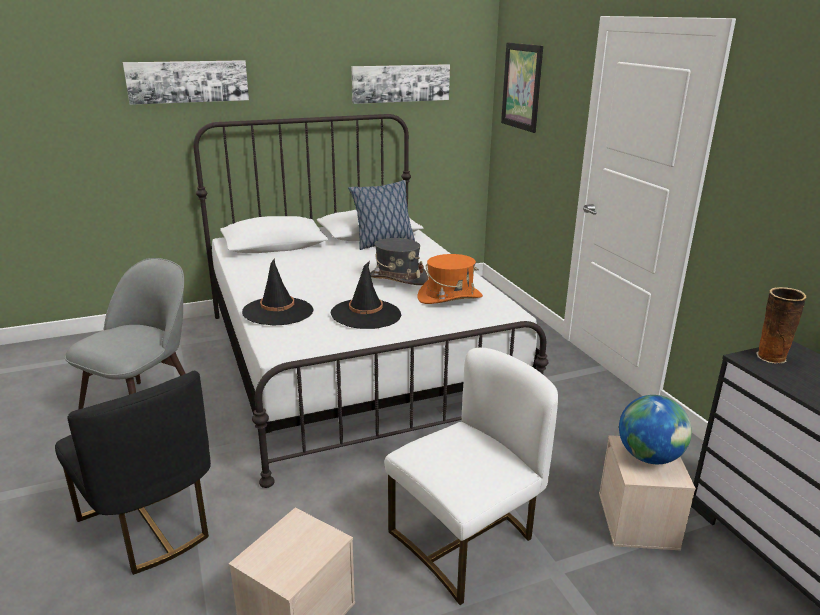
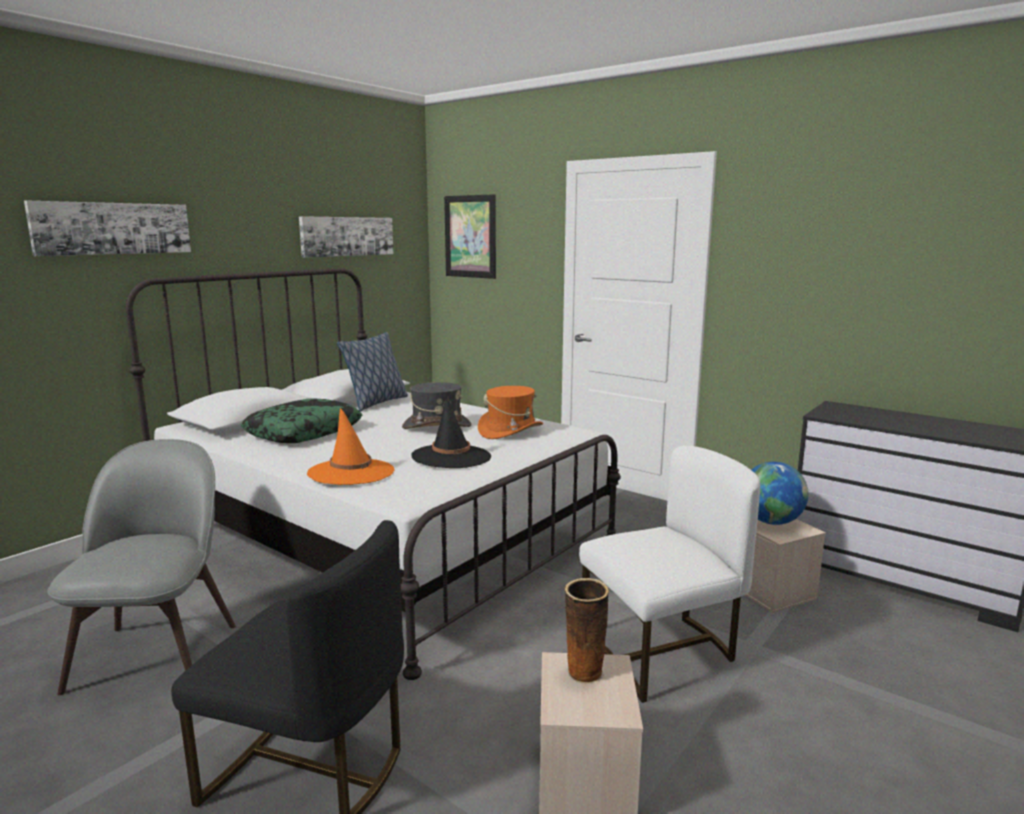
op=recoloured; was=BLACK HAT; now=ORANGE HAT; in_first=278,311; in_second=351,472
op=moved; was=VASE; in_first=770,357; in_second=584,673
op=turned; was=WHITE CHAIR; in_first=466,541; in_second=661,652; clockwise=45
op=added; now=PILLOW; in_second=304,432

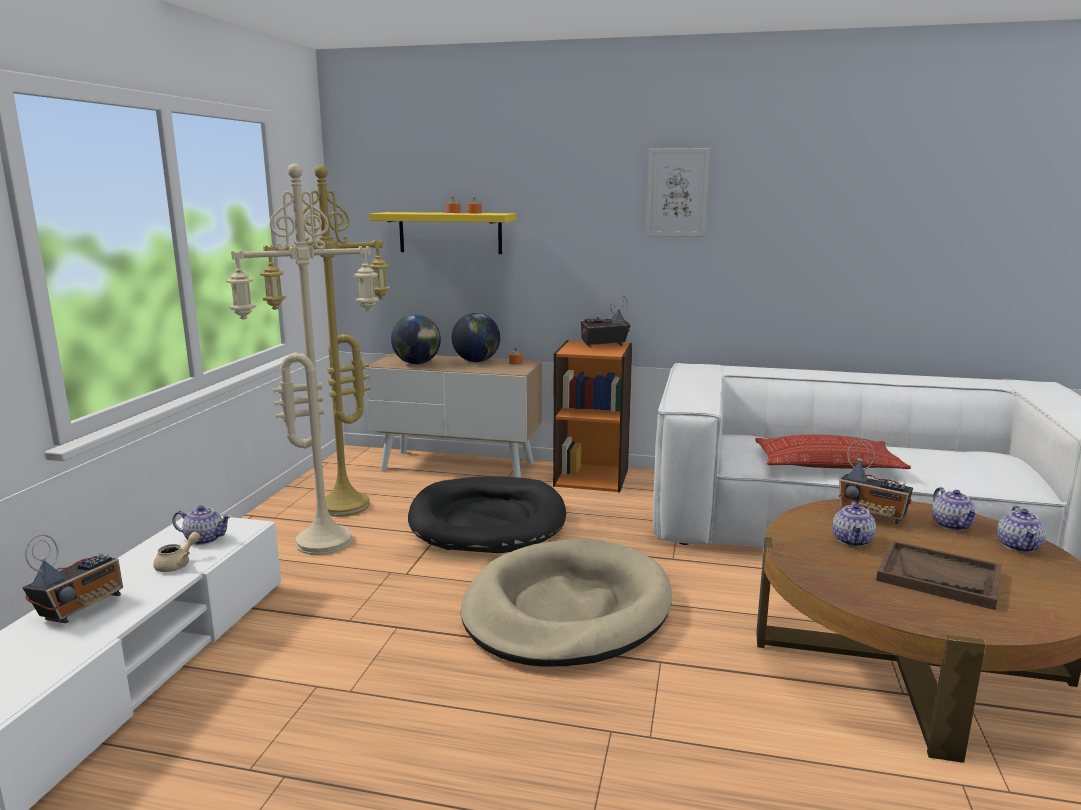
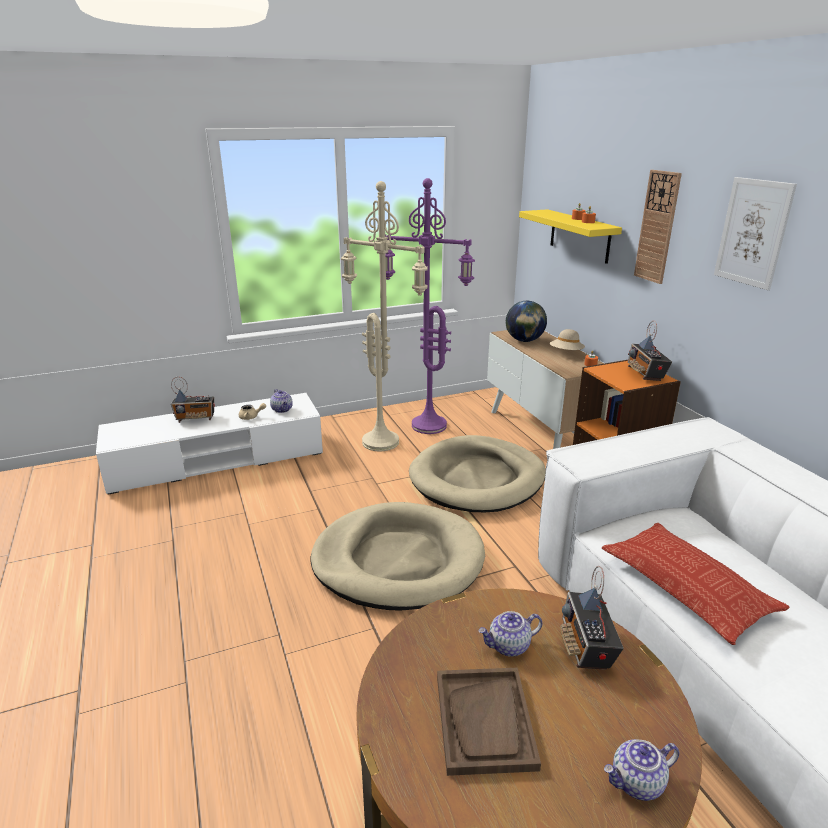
op=recoloured; was=YELLOW FLOOR LAMP; now=PURPLE FLOOR LAMP; in_first=343,507; in_second=427,426
op=turned; was=RADIO; in_first=603,345; in_second=645,374; clockwise=-135
op=replaced; was=GLOBE; now=BEIGE HAT; in_first=476,361; in_second=566,353
op=recoloured; was=BLACK DOG BED; now=BEIGE DOG BED; in_first=487,520; in_second=477,479
op=removed; was=TEAPOT; in_first=952,525
op=added; now=WALL CLOCK; in_second=657,227

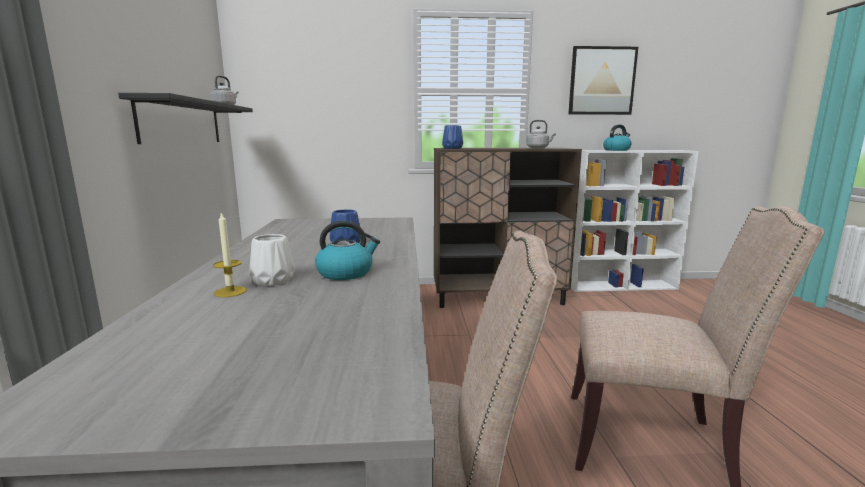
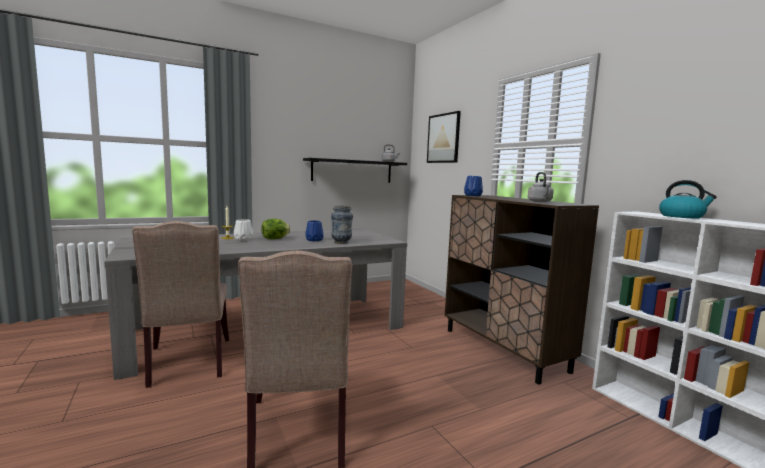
op=moved; was=PICTURE; in_first=602,81; in_second=443,138
op=removed; was=KETTLE; in_first=346,273
op=added; now=VASE; in_second=341,242
op=added; now=LETTUCE; in_second=275,239

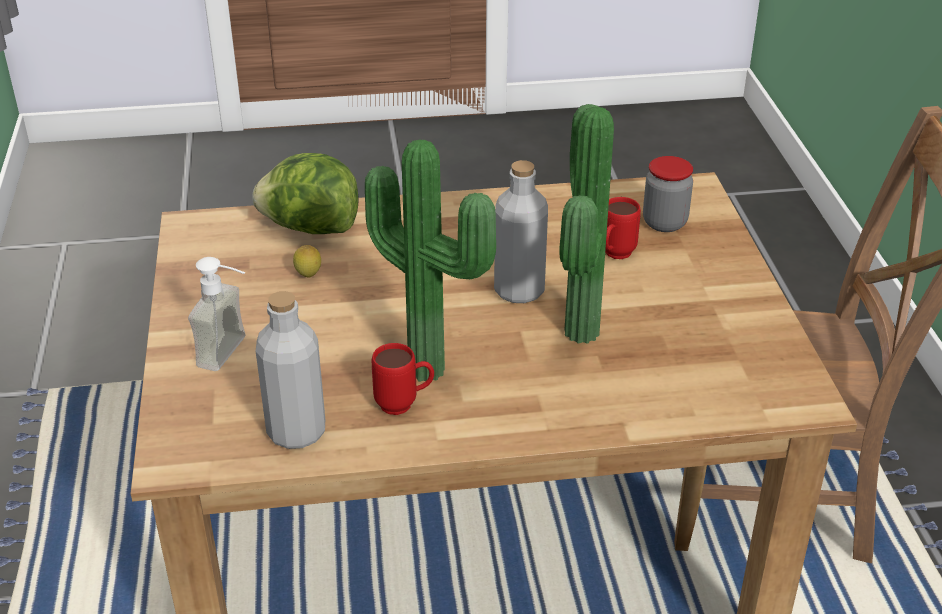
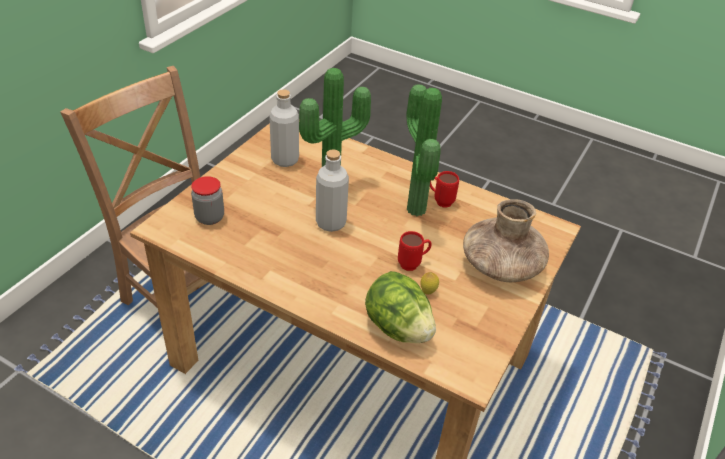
op=moved; was=RED MUG; in_first=614,256; in_second=413,264
op=replaced; was=SOAP DISPENSER; now=BROWN VASE; in_first=233,354; in_second=501,265
op=moved; was=GREY BOTTLE; in_first=296,432; in_second=285,160

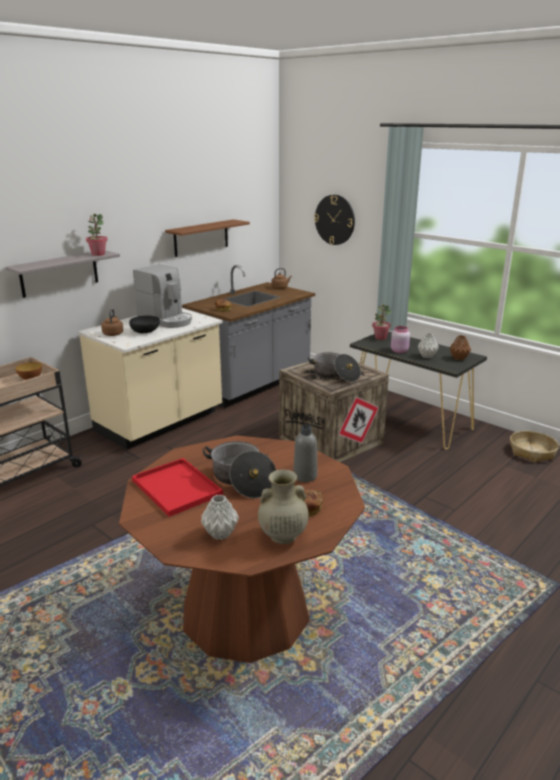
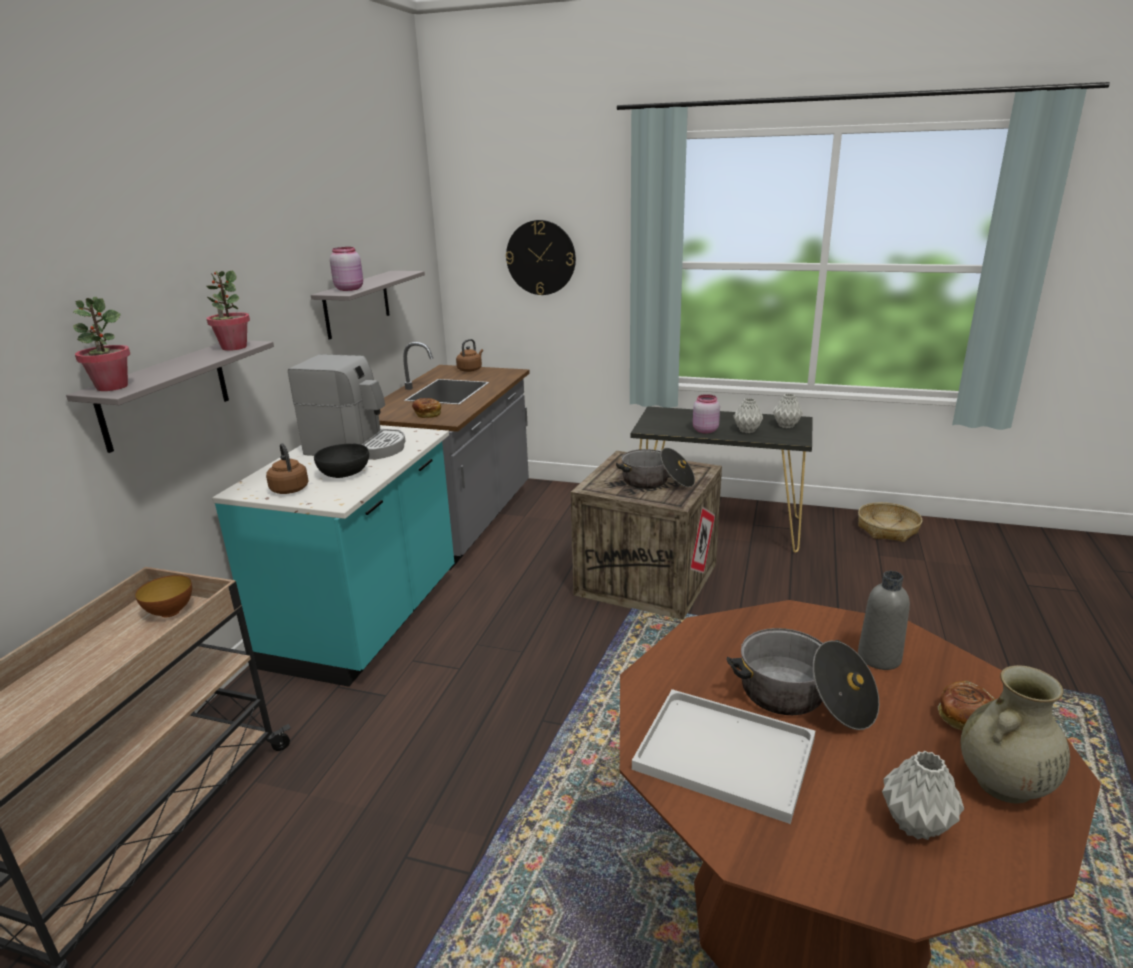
op=recoloured; was=BROWN SHELF; now=GREY SHELF; in_first=201,238; in_second=357,304
op=moved; was=POTTED PLANT; in_first=380,338; in_second=112,387
op=recoloured; was=BEIGE COUNTER; now=TURQUOISE COUNTER; in_first=160,422; in_second=367,621
op=recoloured; was=BROWN VASE; now=GREY VASE; in_first=458,358; in_second=785,426
op=recoloured; was=RED TRAY; now=WHITE TRAY; in_first=175,487; in_second=720,754
op=added; now=PINK JAR; in_second=349,289

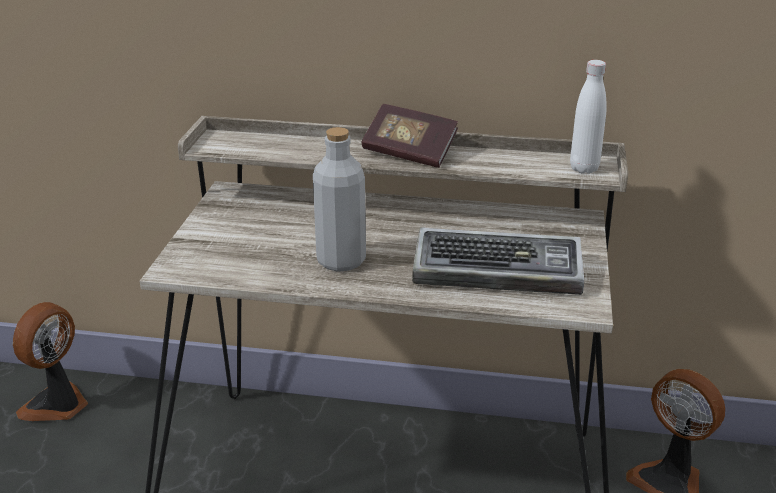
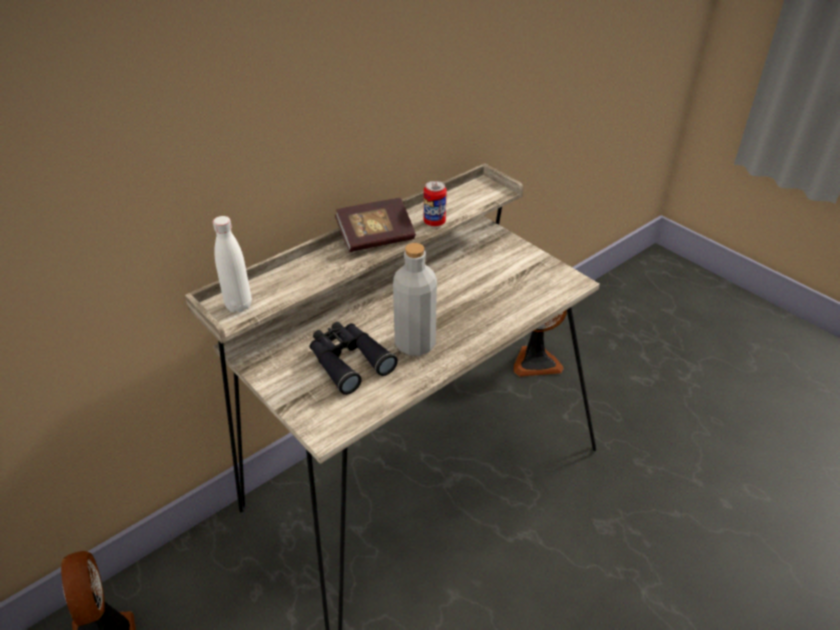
op=moved; was=WHITE BOTTLE; in_first=584,168; in_second=238,305
op=removed; was=KEYBOARD; in_first=499,271
op=added; now=CAN; in_second=434,222
op=added; now=BLACK BINOCULARS; in_second=348,361

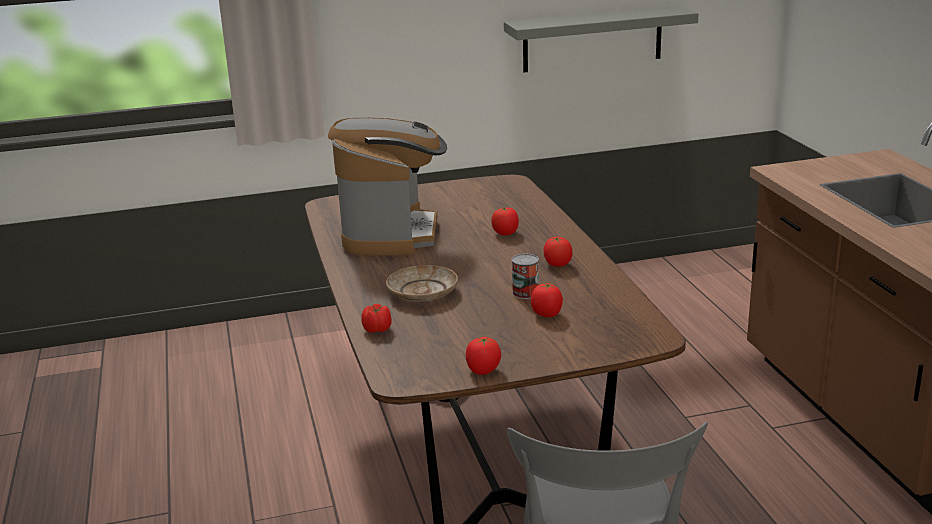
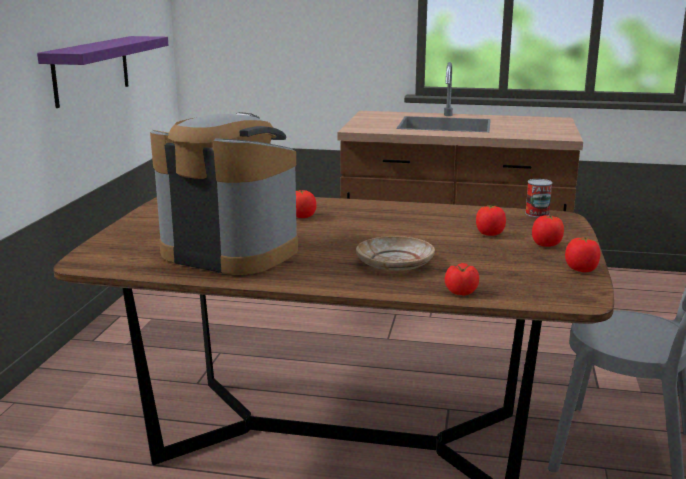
op=recoloured; was=GREY SHELF; now=PURPLE SHELF; in_first=592,39; in_second=91,70
op=moved; was=TOMATO; in_first=557,264; in_second=546,245
op=moved; was=CAN; in_first=525,293; in_second=537,213

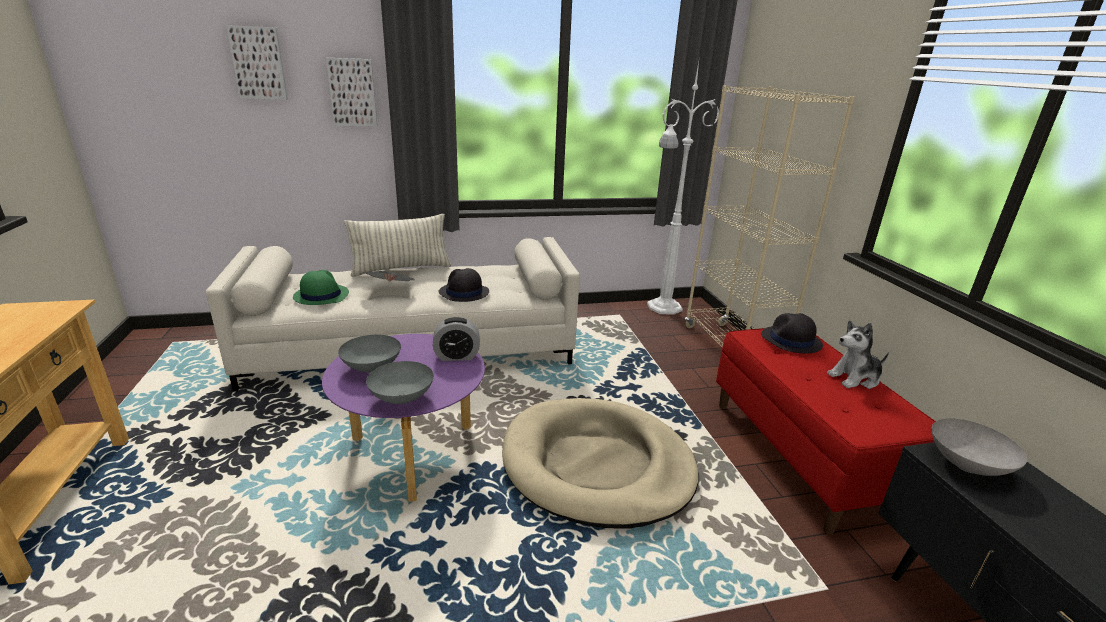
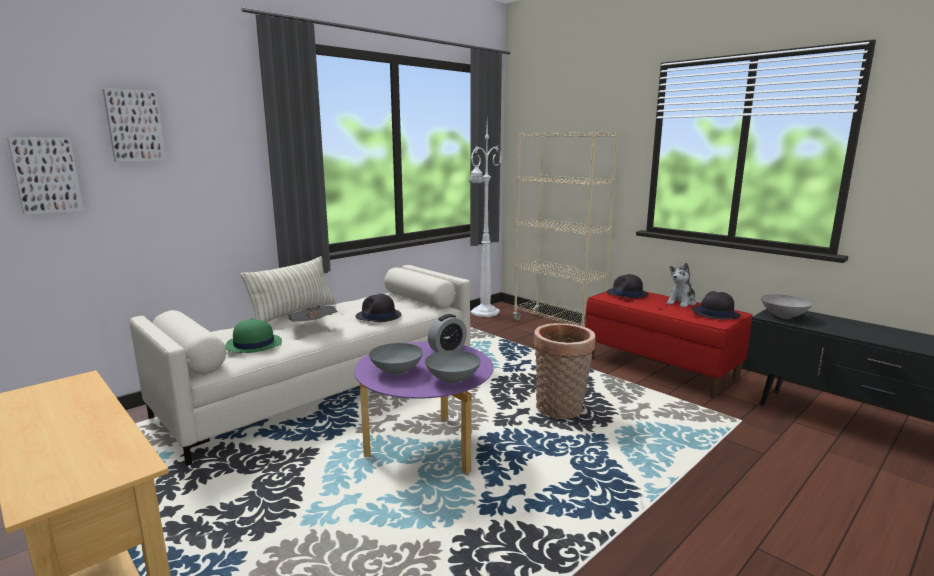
op=moved; was=PICTURE; in_first=352,92; in_second=46,175
op=replaced; was=BEIGE DOG BED; now=BASKET; in_first=597,465; in_second=560,410
op=added; now=BLACK HAT; in_second=715,313

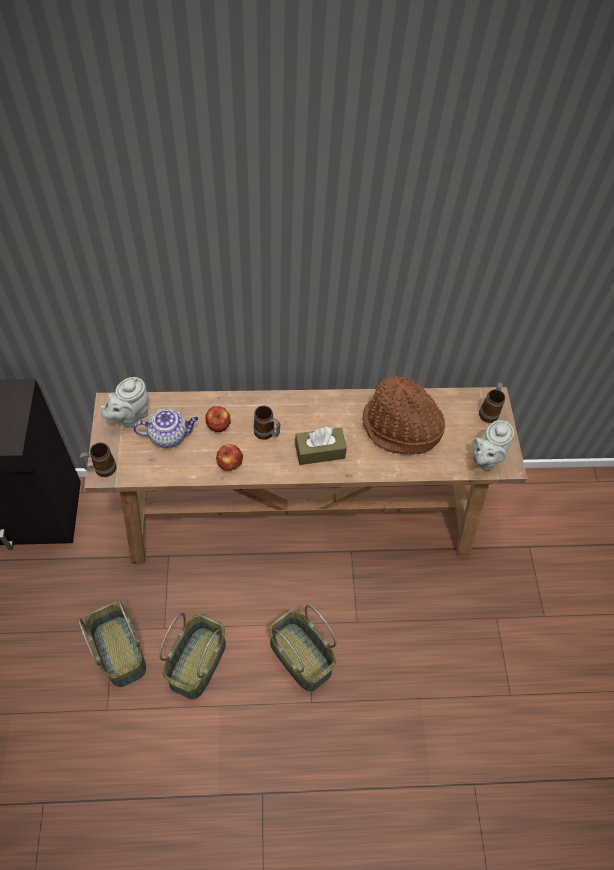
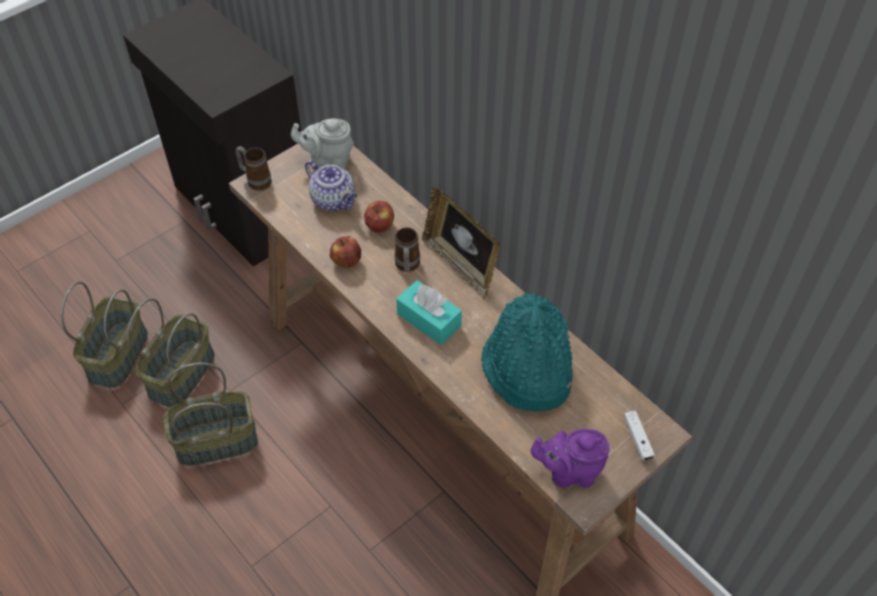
op=recoloured; was=BROWN HAT; now=TURQUOISE HAT; in_first=400,428; in_second=526,369
op=replaced; was=MUG; now=WHITE GAME CONTROLLER; in_first=489,411; in_second=637,439
op=recoloured; was=GREY TEAPOT; now=PURPLE TEAPOT; in_first=485,458; in_second=569,472
op=recoloured; was=BROWN TISSUE BOX; now=TURQUOISE TISSUE BOX; in_first=320,451; in_second=429,320
op=moved; was=BASKET; in_first=299,657; in_second=117,354
op=added; now=PICTURE FRAME; in_second=460,265

